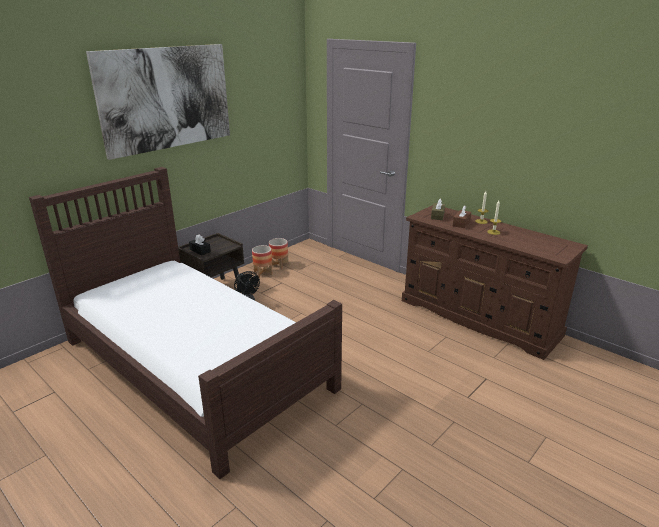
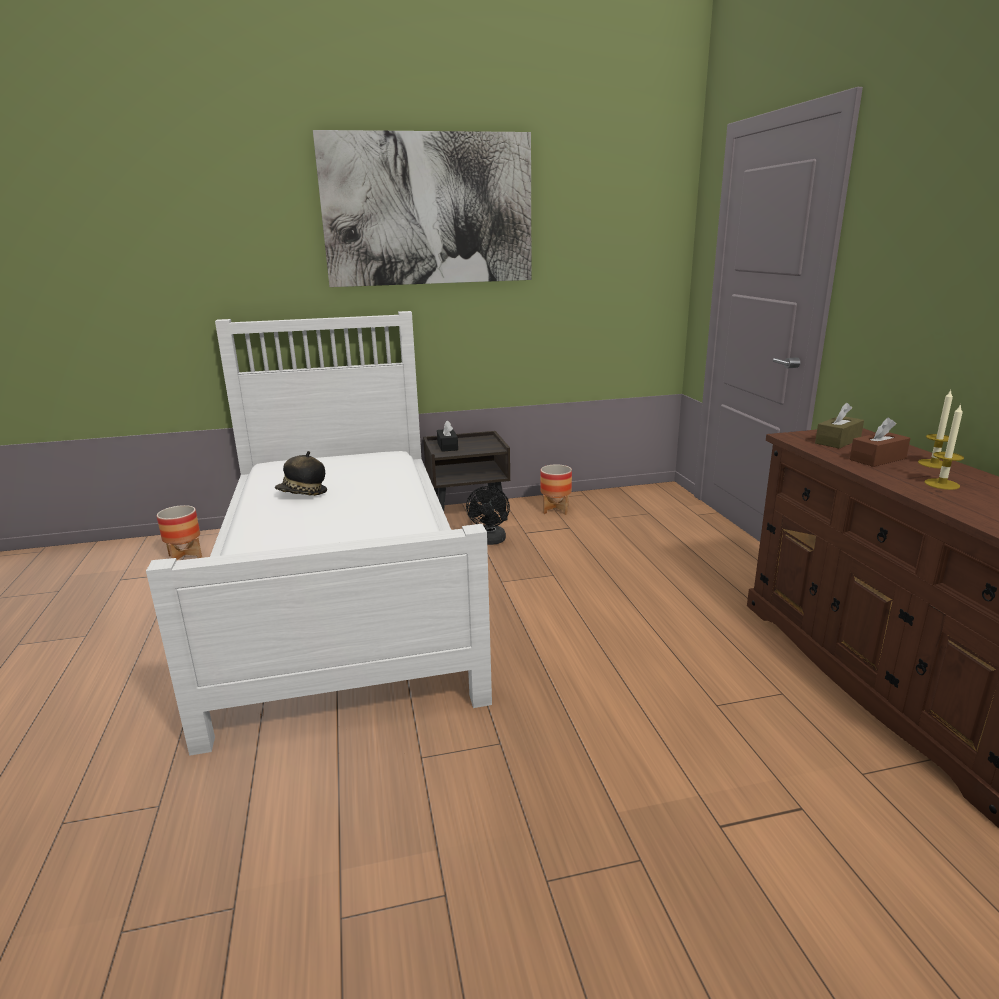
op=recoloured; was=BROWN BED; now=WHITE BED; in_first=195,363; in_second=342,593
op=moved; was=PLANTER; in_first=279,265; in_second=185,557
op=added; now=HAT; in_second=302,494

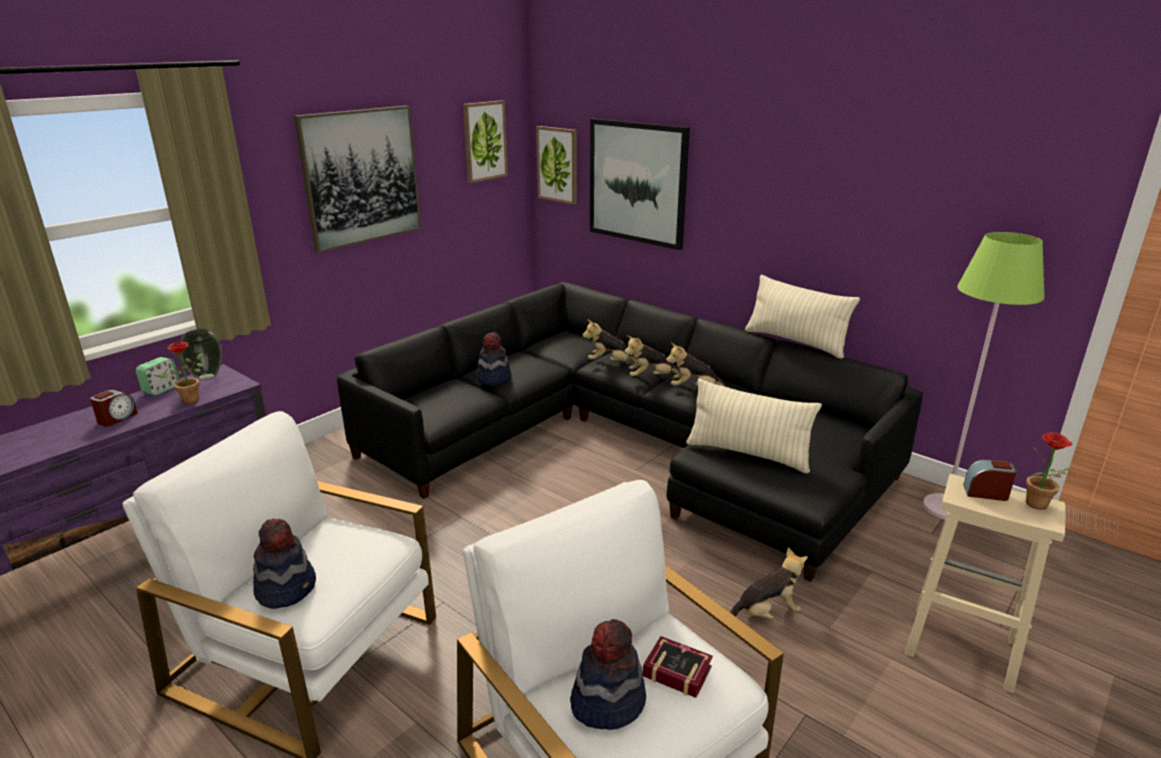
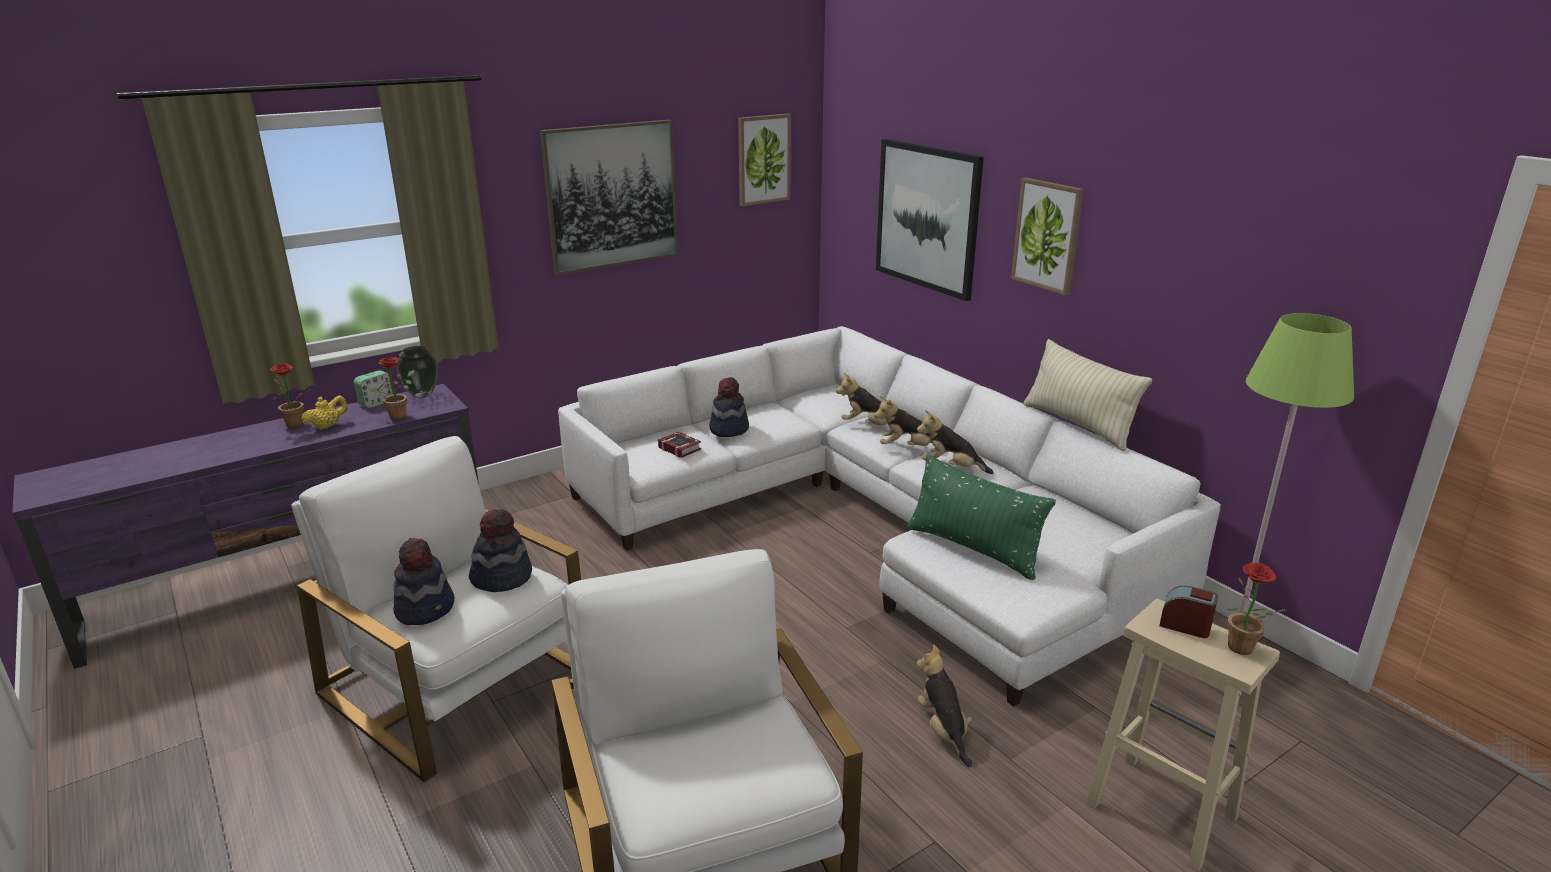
op=moved; was=PICTURE; in_first=557,164; in_second=1047,235
op=recoloured; was=BLACK SOFA; now=WHITE SOFA; in_first=627,442; in_second=873,521
op=recoloured; was=BEIGE PILLOW; now=GREEN PILLOW; in_first=748,454; in_second=973,549
op=replaced; was=ALARM CLOCK; now=YELLOW TEAPOT; in_first=117,418; in_second=327,426
op=turned; was=PLUSH TOY; in_first=766,613; in_second=943,730; clockwise=-105
op=moved; was=HAT; in_first=607,701; in_second=502,577
op=moved; was=BOOK; in_first=675,669; in_second=679,447
op=added; now=POTTED PLANT; in_second=295,425

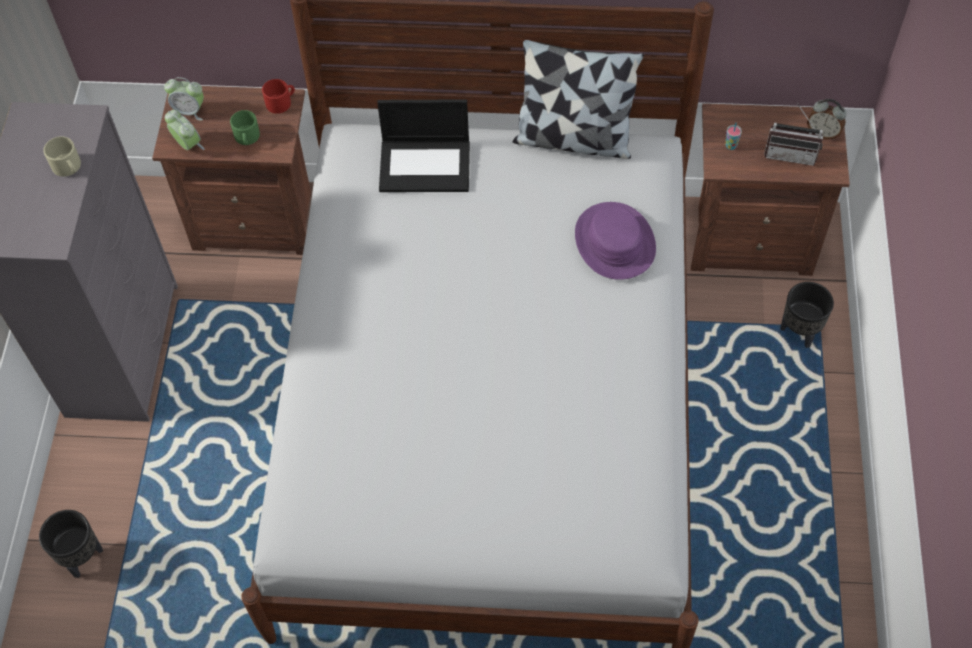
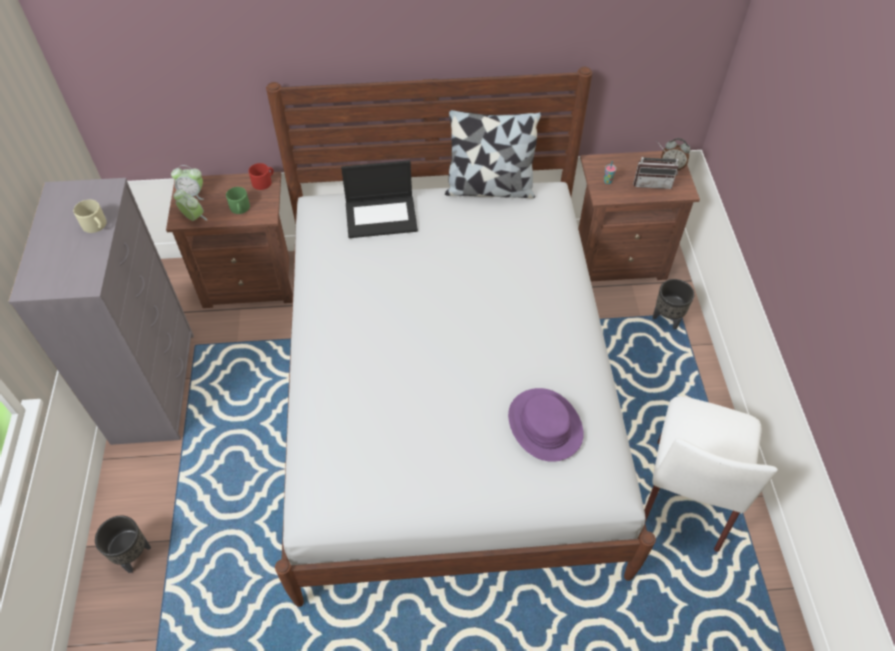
op=moved; was=PURPLE HAT; in_first=614,242; in_second=544,425
op=added; now=WHITE CHAIR; in_second=686,492

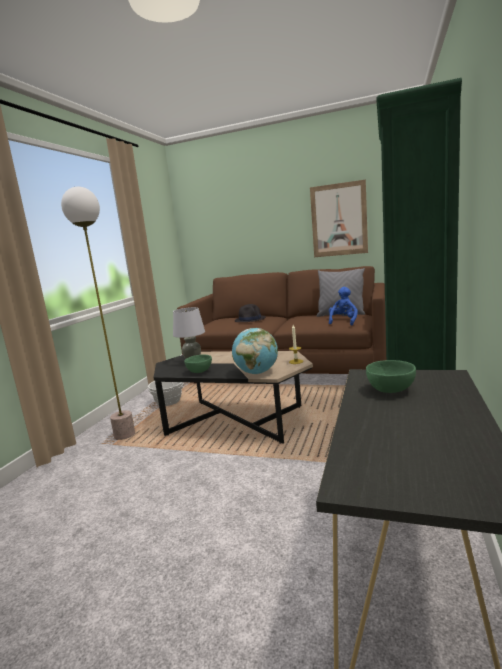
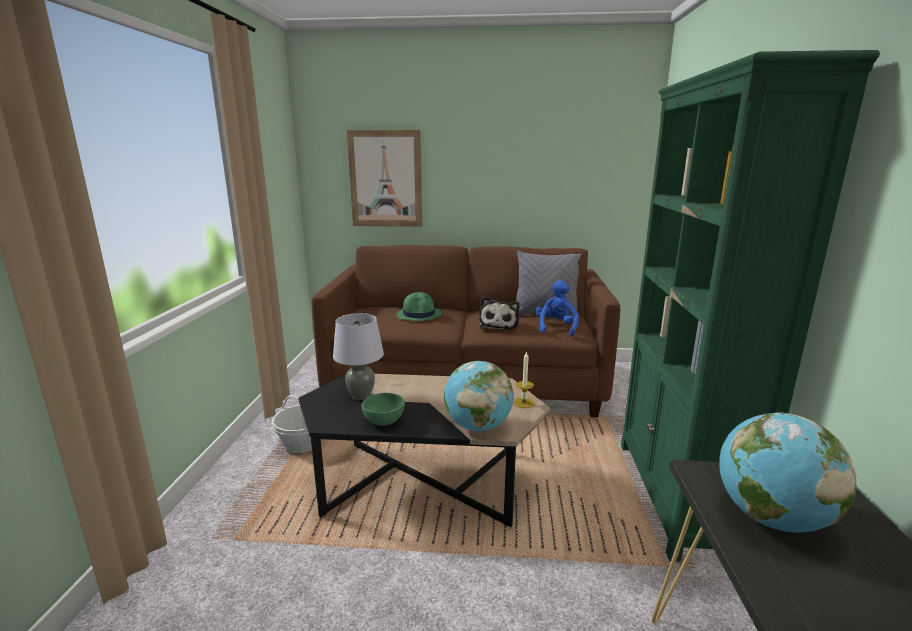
op=moved; was=PICTURE; in_first=339,220; in_second=385,179
op=removed; was=FLOOR LAMP; in_first=125,435
op=recoloured; was=BLACK HAT; now=GREEN HAT; in_first=250,319; in_second=419,314
op=replaced; was=GREEN BOWL; now=GLOBE; in_first=390,390; in_second=770,518
op=added; now=PLUSH TOY; in_second=499,324

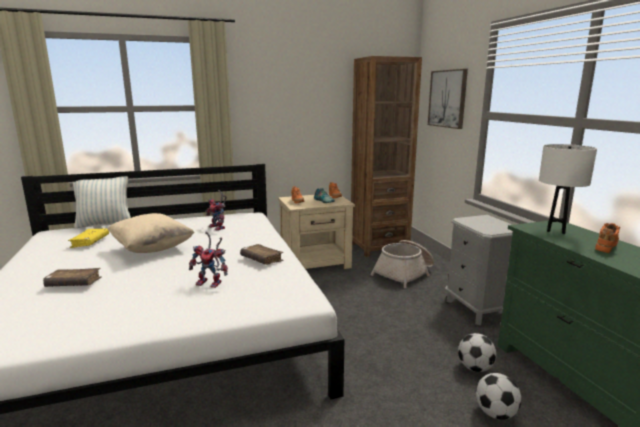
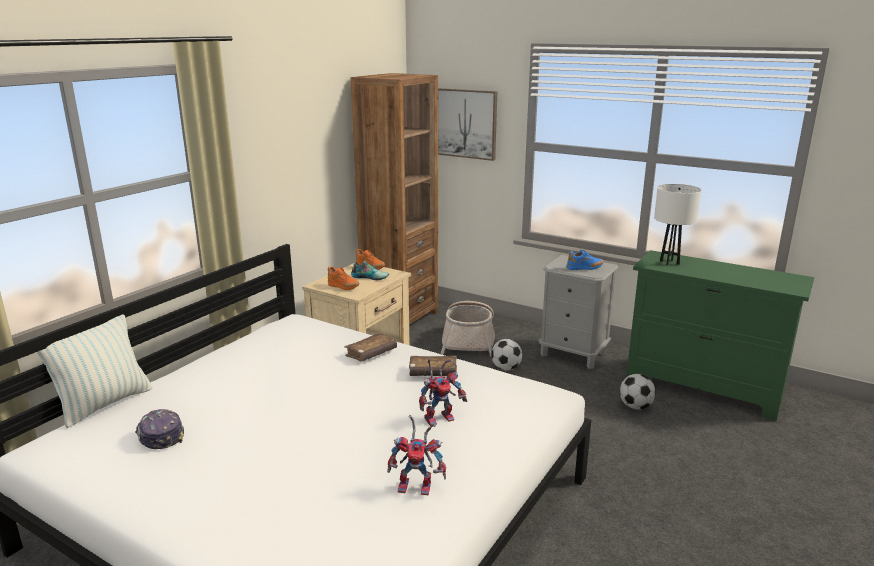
op=moved; was=TOY ROBOT; in_first=219,227; in_second=418,486
op=removed; was=BEIGE PILLOW; in_first=152,249
op=removed; was=ORANGE SHOE; in_first=606,246
op=replaced; was=YELLOW BOOK; now=CAP; in_first=90,242; in_second=160,436
op=moved; was=BROWN BOOK; in_first=74,284; in_second=371,353
op=moved; was=FOOTBALL; in_first=496,413; in_second=506,368
op=added; now=BLUE SHOE; in_second=584,268

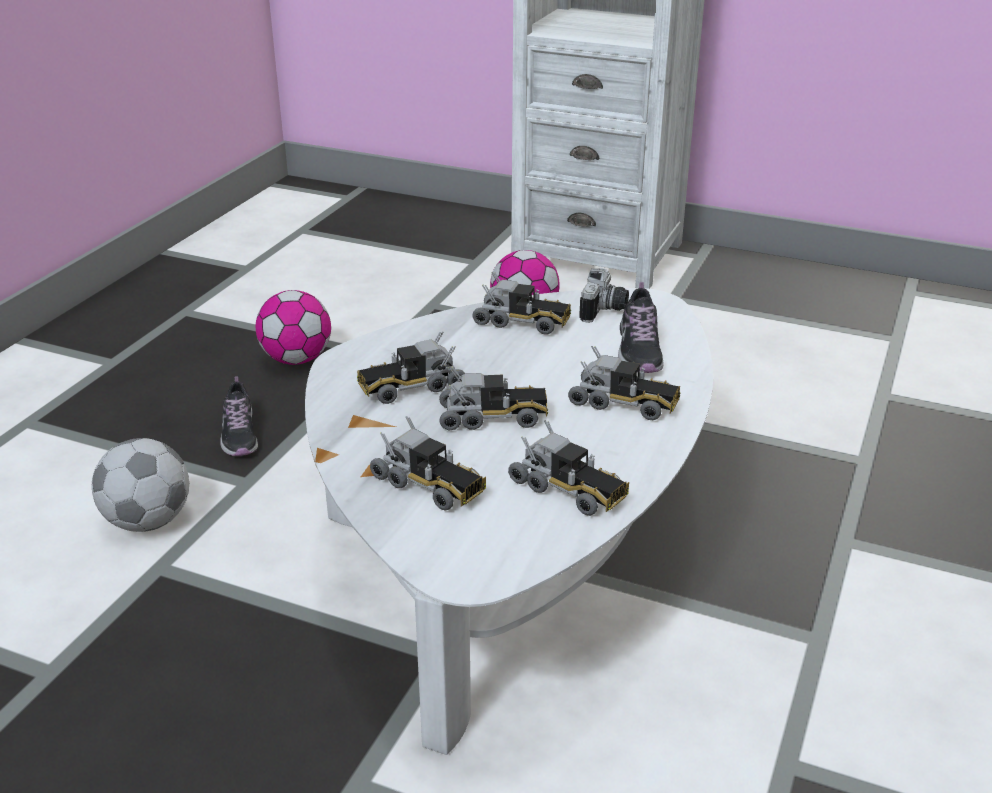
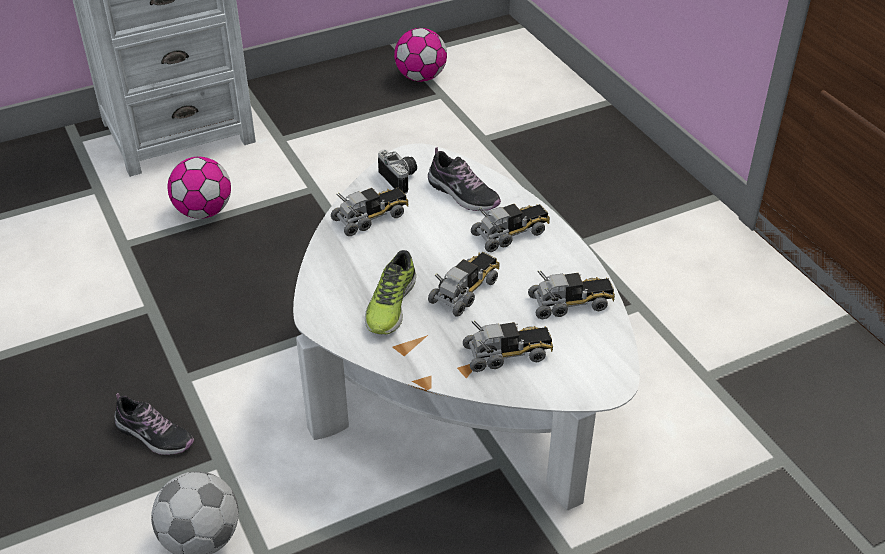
op=moved; was=FOOTBALL; in_first=296,359; in_second=421,77
op=replaced; was=TOY TRUCK; now=SHOE; in_first=411,387; in_second=390,305

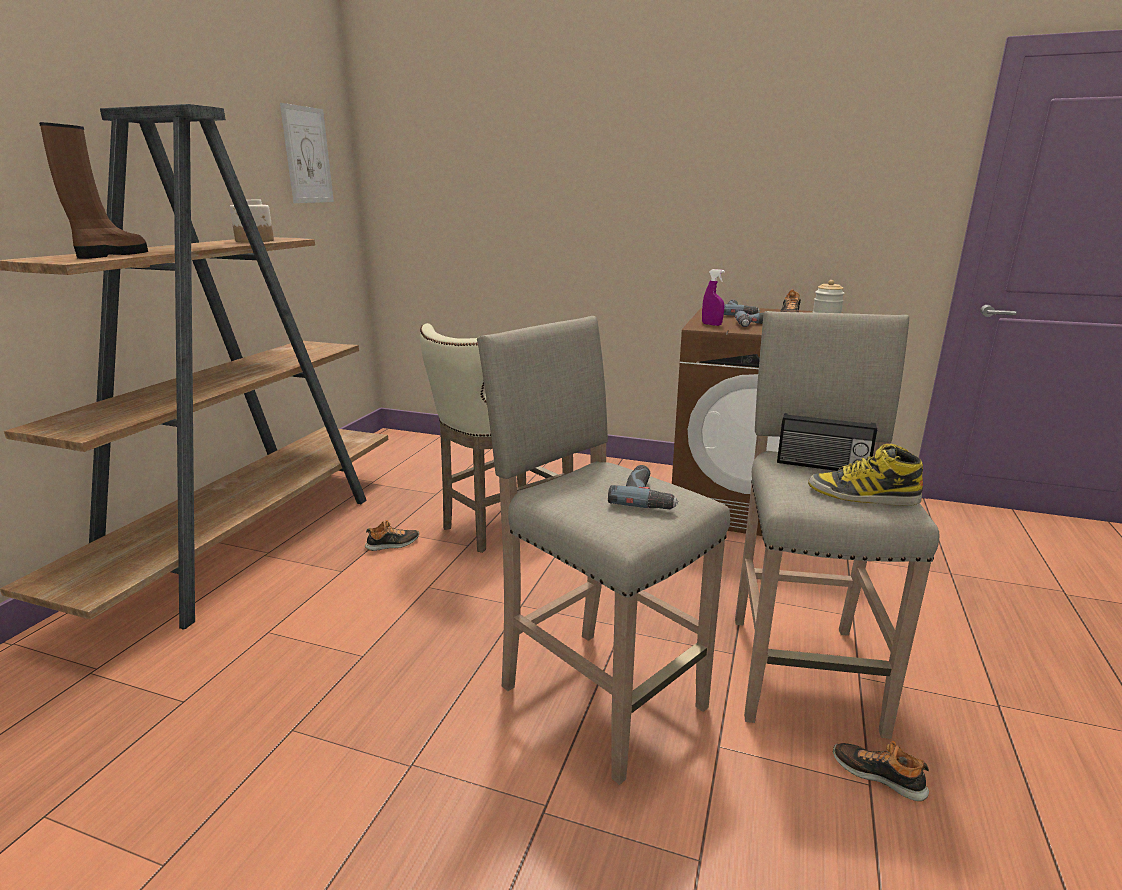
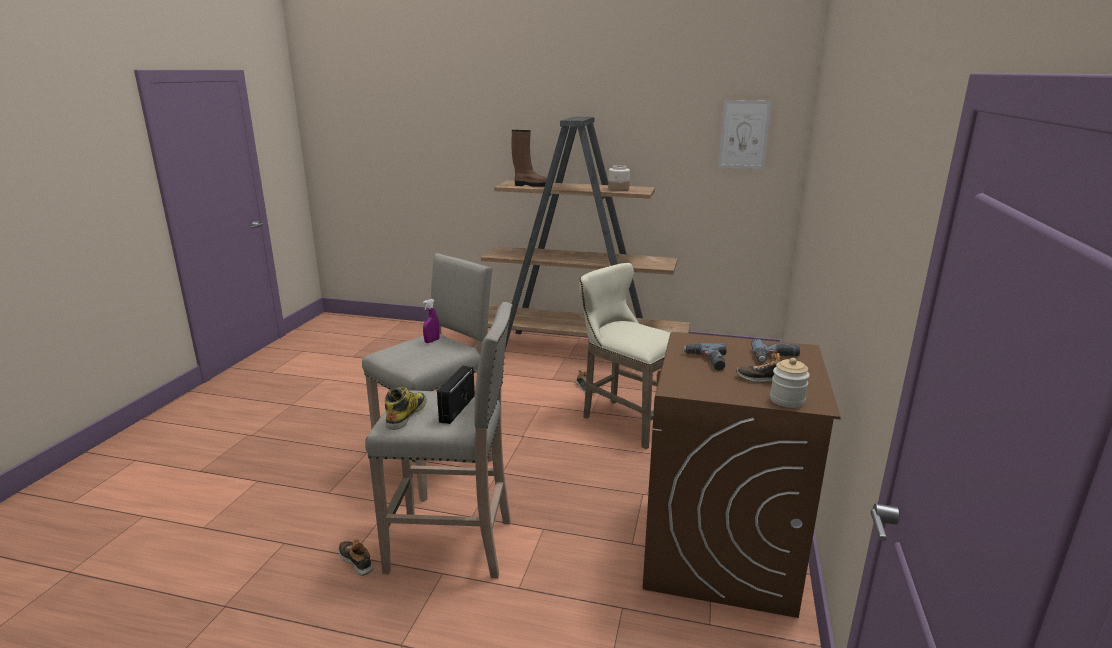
op=moved; was=PURPLE SPRAY BOTTLE; in_first=711,324; in_second=432,341
op=removed; was=POWER DRILL; in_first=647,496
op=turned; was=SHOE; in_first=878,775; in_second=356,561; clockwise=-75

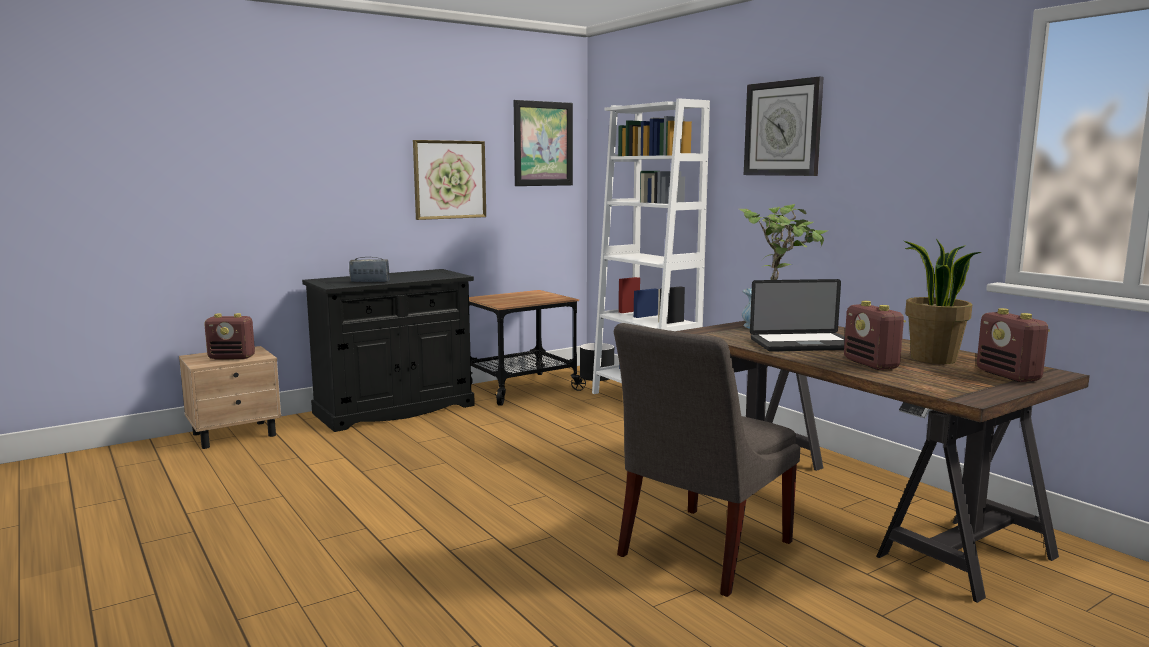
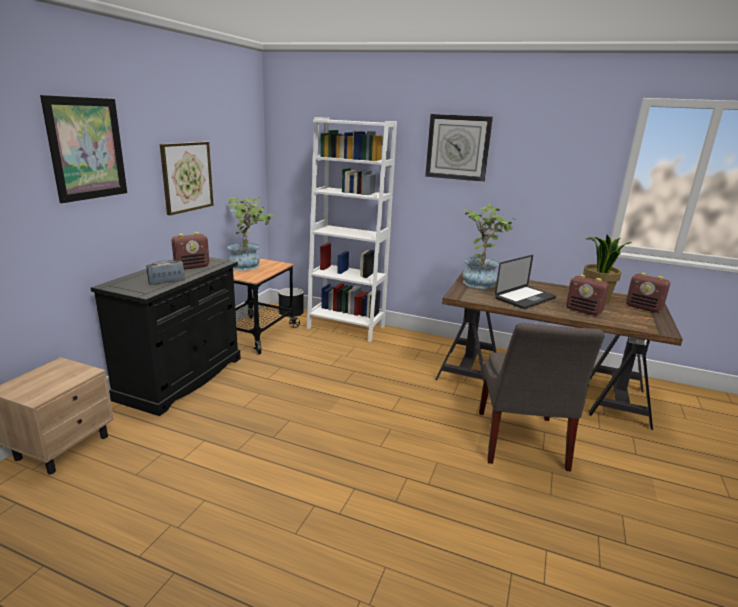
op=moved; was=PICTURE; in_first=543,144; in_second=87,149
op=moved; was=RADIO; in_first=232,357; in_second=192,267
op=added; now=POTTED PLANT; in_second=249,266

